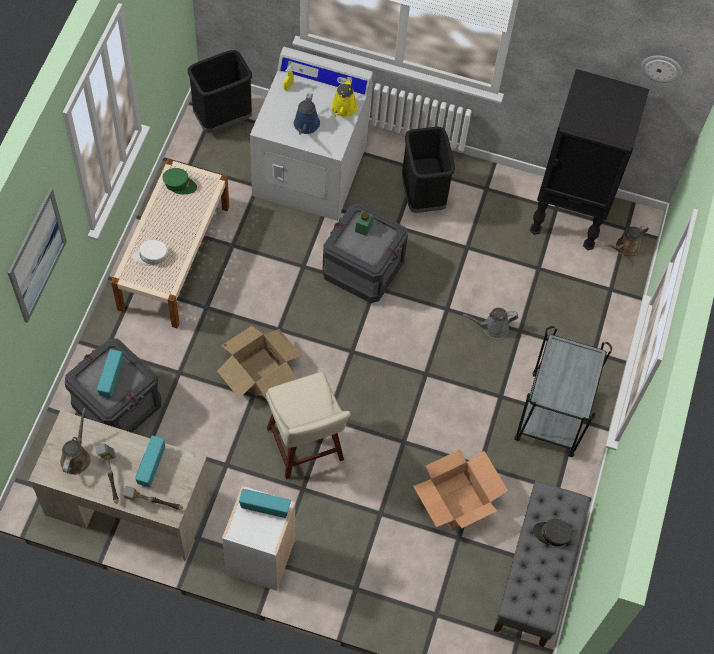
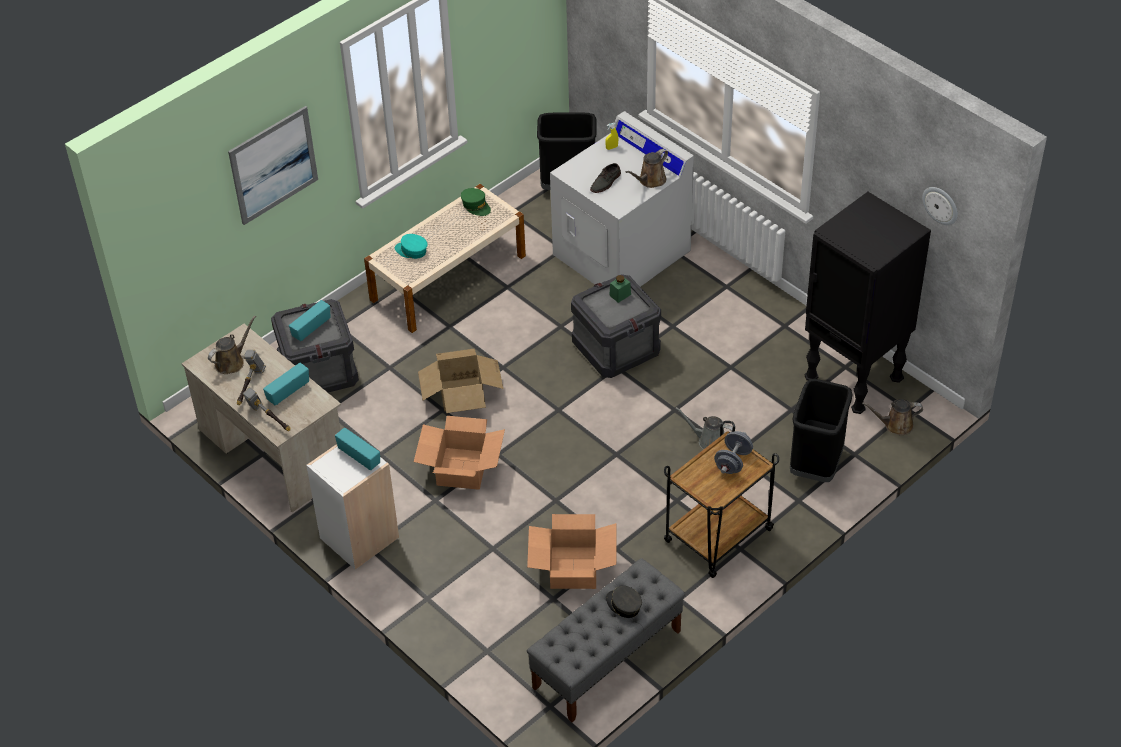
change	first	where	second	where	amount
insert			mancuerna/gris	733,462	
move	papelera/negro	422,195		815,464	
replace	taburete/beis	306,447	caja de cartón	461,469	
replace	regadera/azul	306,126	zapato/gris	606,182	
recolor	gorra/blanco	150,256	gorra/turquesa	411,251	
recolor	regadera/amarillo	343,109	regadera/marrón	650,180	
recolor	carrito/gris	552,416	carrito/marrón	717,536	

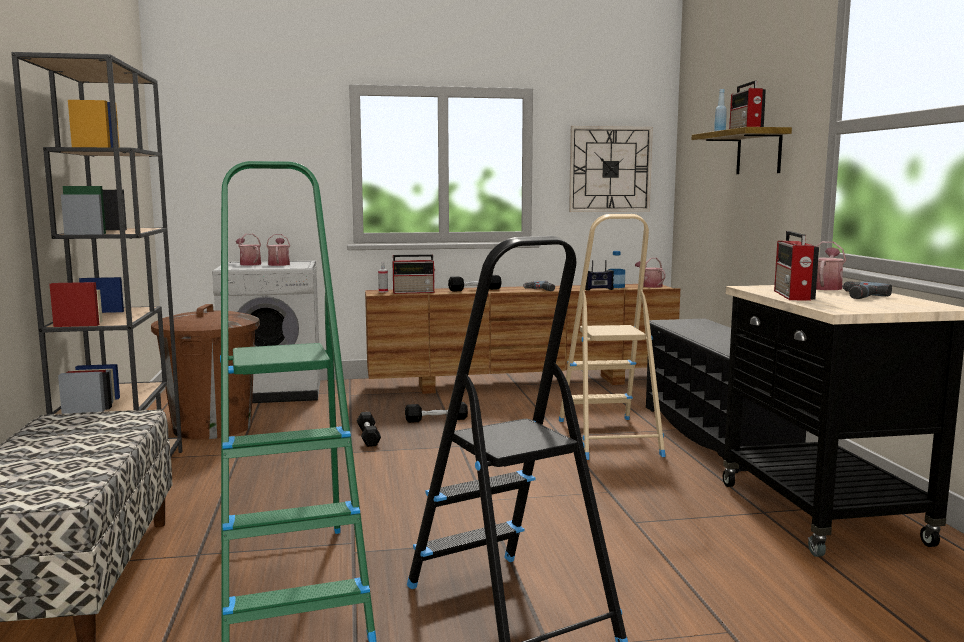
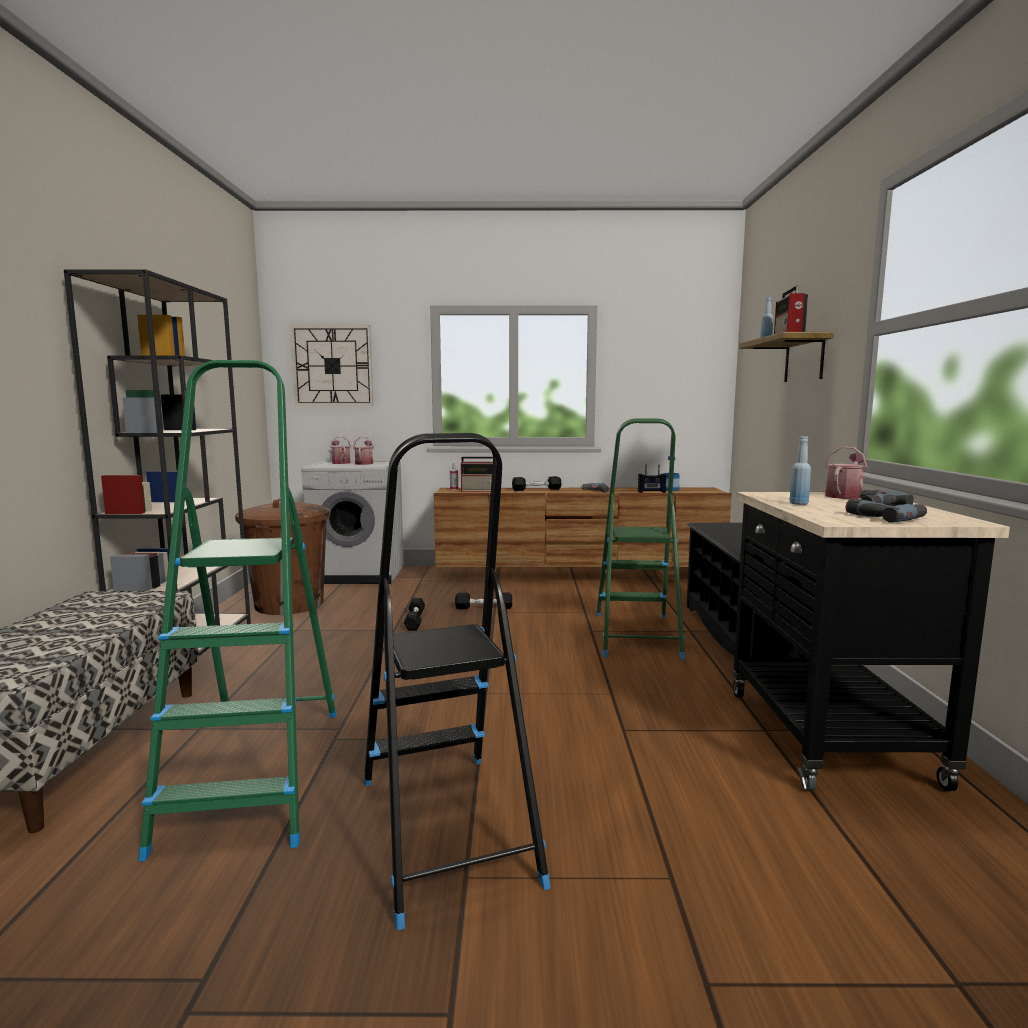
change	first	where	second	where	amount
delete	regadera	650,286			
insert			taladro	884,517	
move	reloj de pared	610,169		332,366	
replace	radio	793,295	botella/azul	798,503	
recolor	escalera de tijera/beis	607,436	escalera de tijera/verde	636,634	

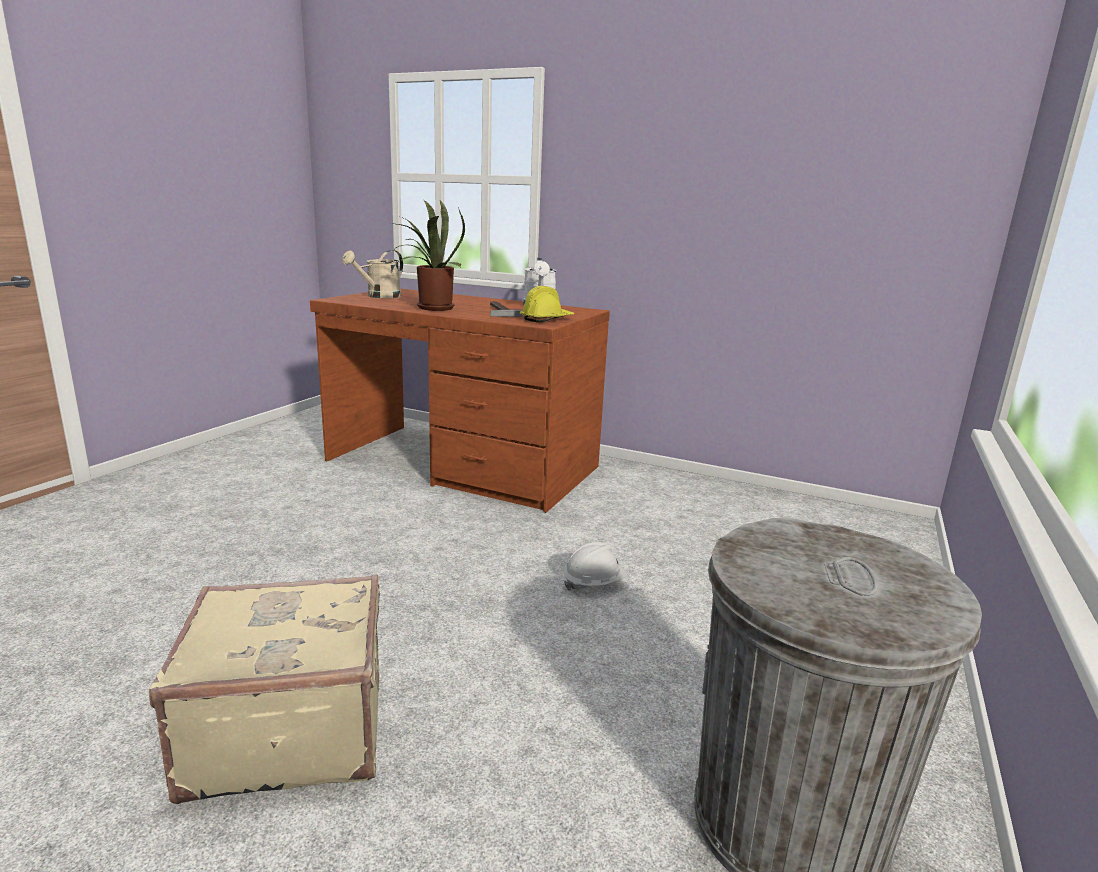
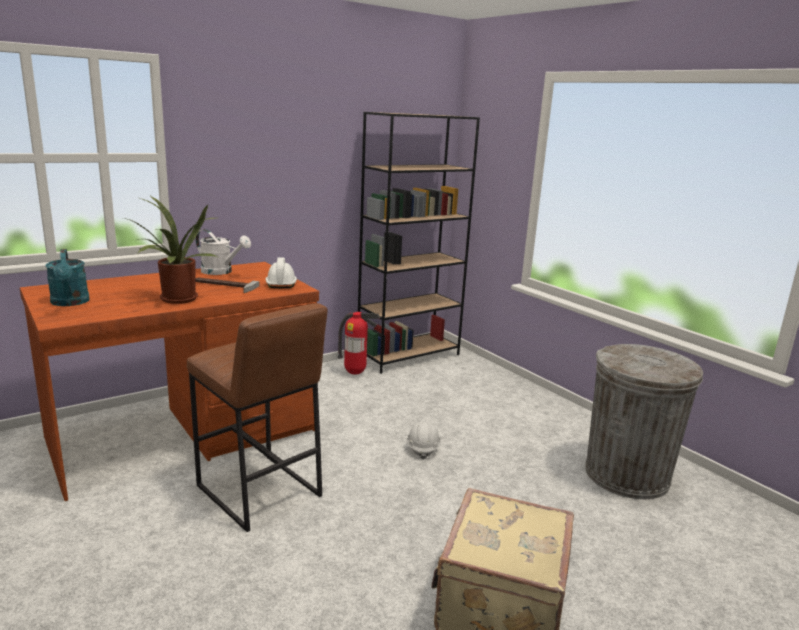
change	first	where	second	where	amount
insert			taburete/marrón	260,491	
insert			extintor	355,373	
insert			estantería/beis	408,356	
recolor	regadera/beis	379,296	regadera/turquesa	70,303	
recolor	casco/amarillo	546,319	casco/blanco	281,283	

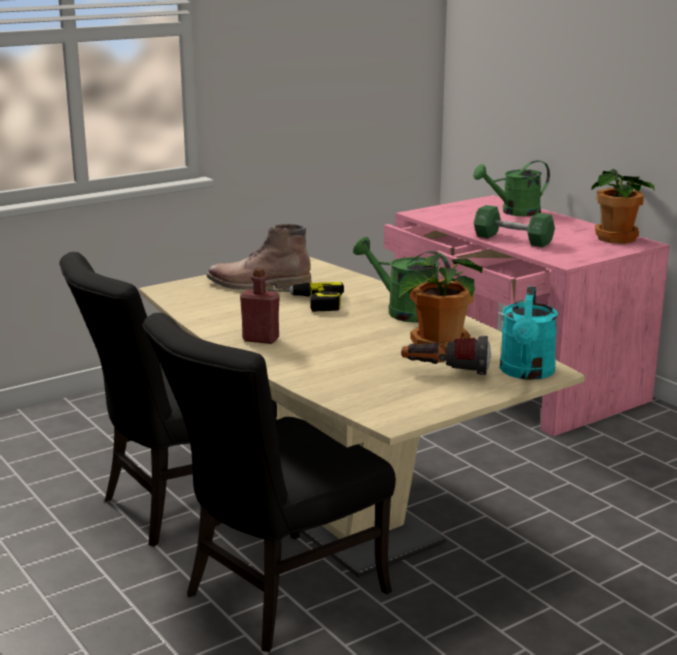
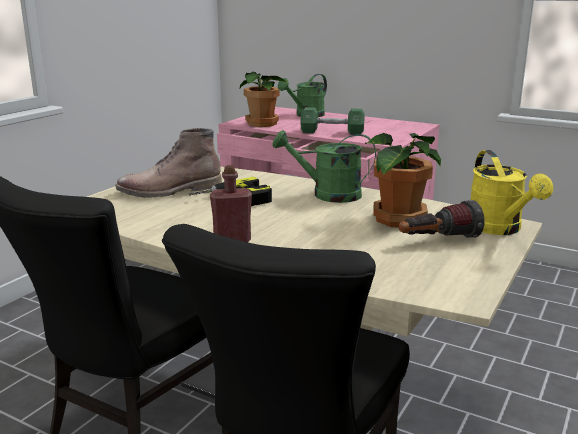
change	first	where	second	where	amount
move	planta en maceta	617,238		263,123	
recolor	regadera/turquesa	526,373	regadera/amarillo	499,229	

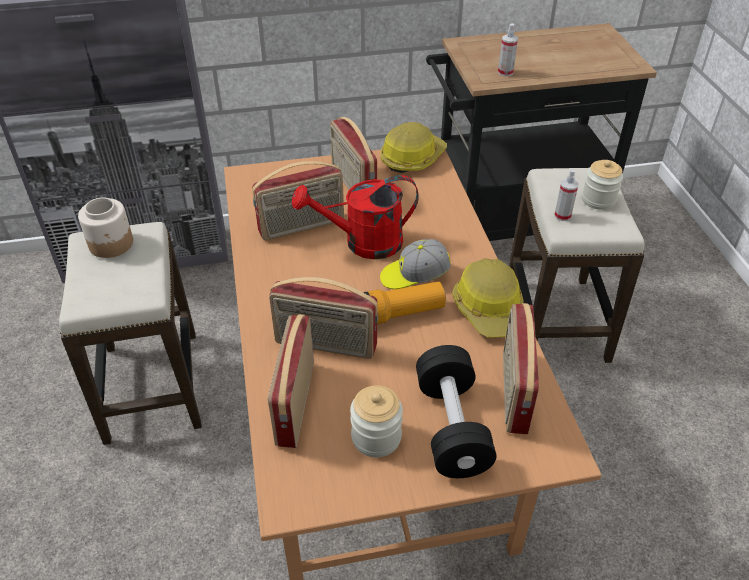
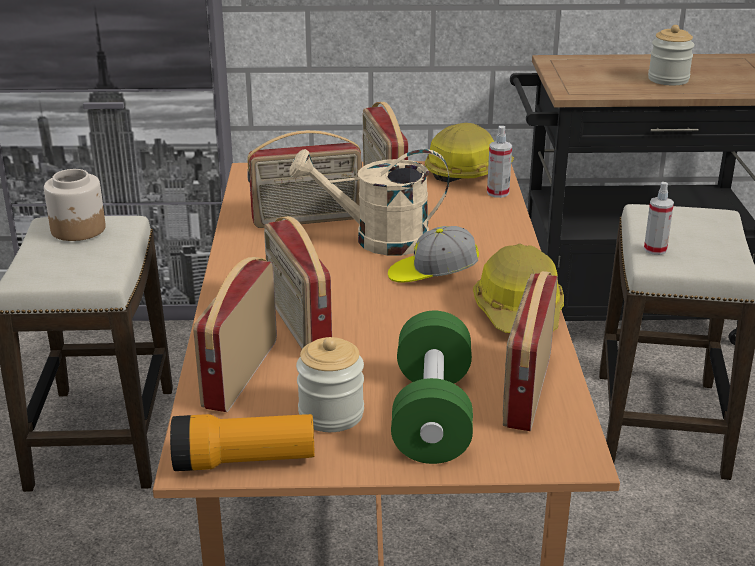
change	first	where	second	where	amount
move	linterna	399,314		244,461	
move	pulverizador	505,72		498,193	
move	tarro	598,200		668,79	
recolor	regadera/rojo	363,243	regadera/beis	378,240	
recolor	mancuerna/negro	451,427	mancuerna/verde	432,415	
rotate	radio	325,345		297,326	45 degrees clockwise

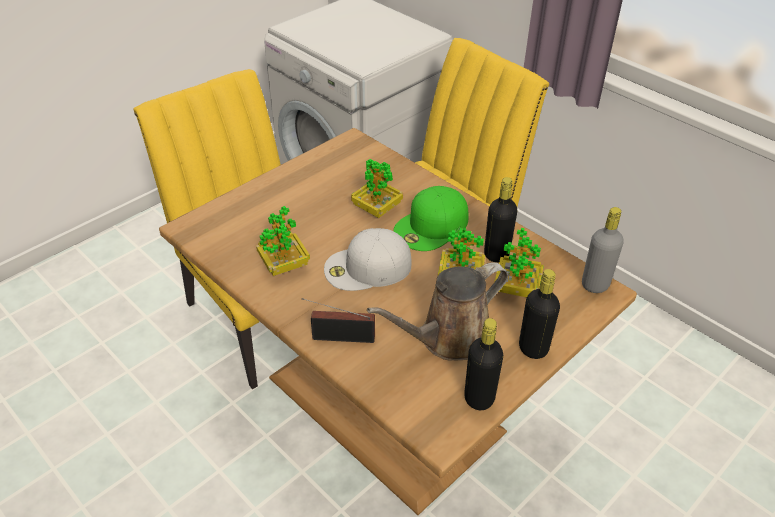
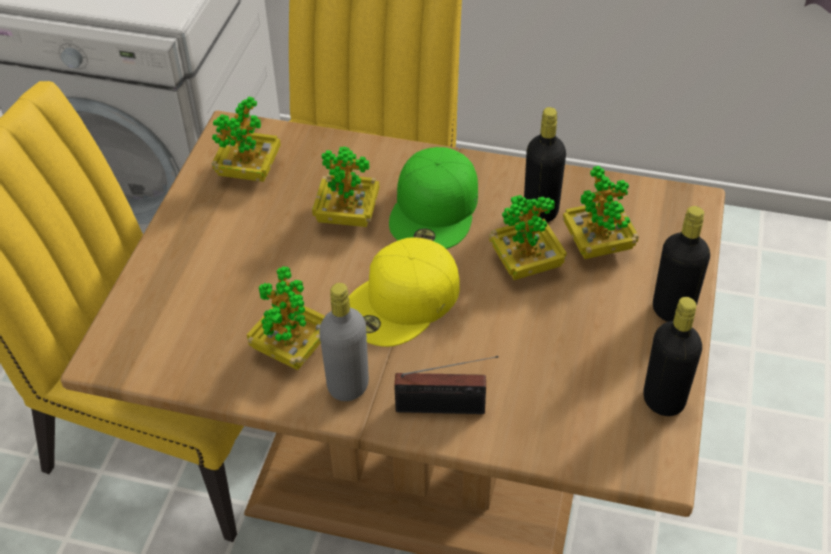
change	first	where	second	where	amount
delete	regadera/marrón	449,338			
insert			planta en maceta	249,171	
move	botella/gris	595,285		348,386	
recolor	gorra/blanco	367,268	gorra/amarillo	402,301	
rotate	radio	340,337		445,408	150 degrees counterclockwise

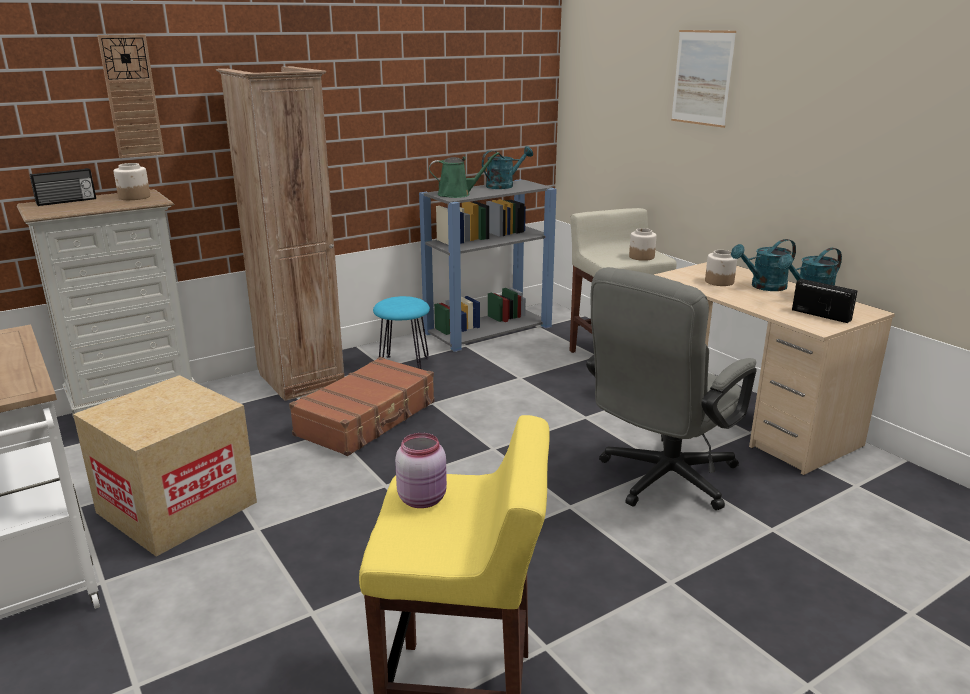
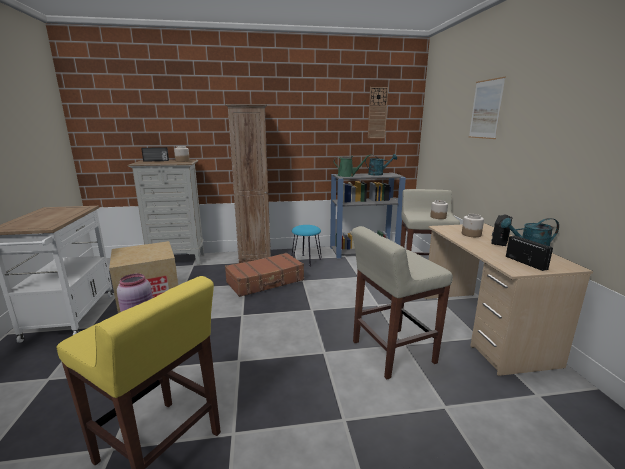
change	first	where	second	where	amount
move	reloj de pared	131,97		377,113	
replace	silla de oficina/gris	660,481	taburete/beis	391,352	
replace	regadera/turquesa	763,287	radio	500,241	

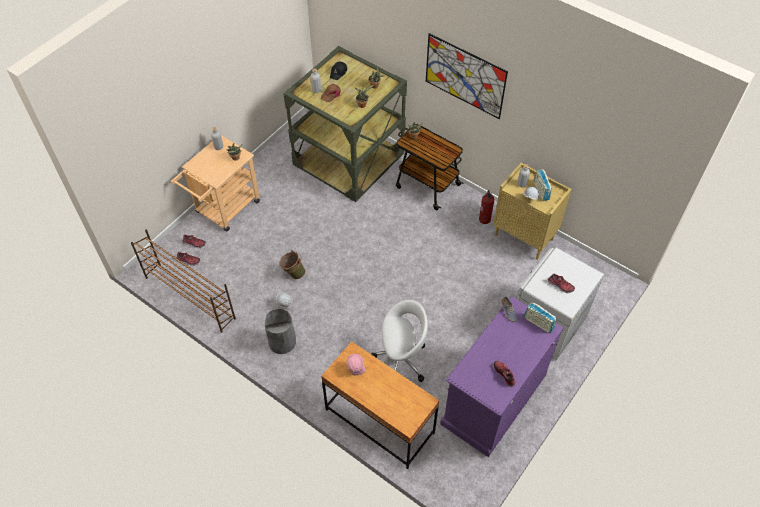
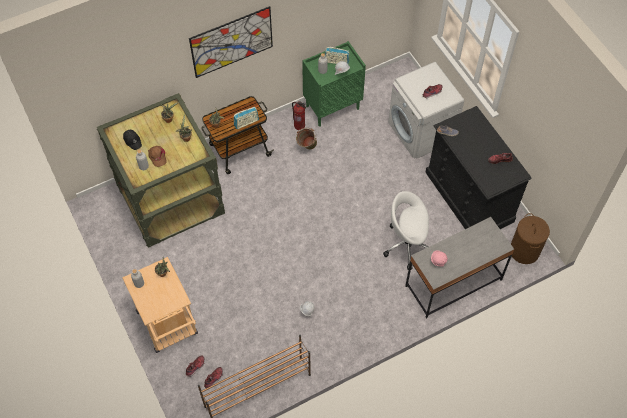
change	first	where	second	where	amount
delete	papelera/gris	282,342			
insert			cesto de la ropa/marrón	524,250	
move	cubo/verde	293,273		306,147	
move	radio	538,323		246,123	
recolor	escritorio/marrón	379,421	escritorio/gris	453,283	
recolor	cómoda/morado	493,399	cómoda/negro	469,197	
recolor	armario/beis	524,237	armario/verde	333,107	
rotate	silla de oficina/blanco	401,360		406,244	105 degrees counterclockwise

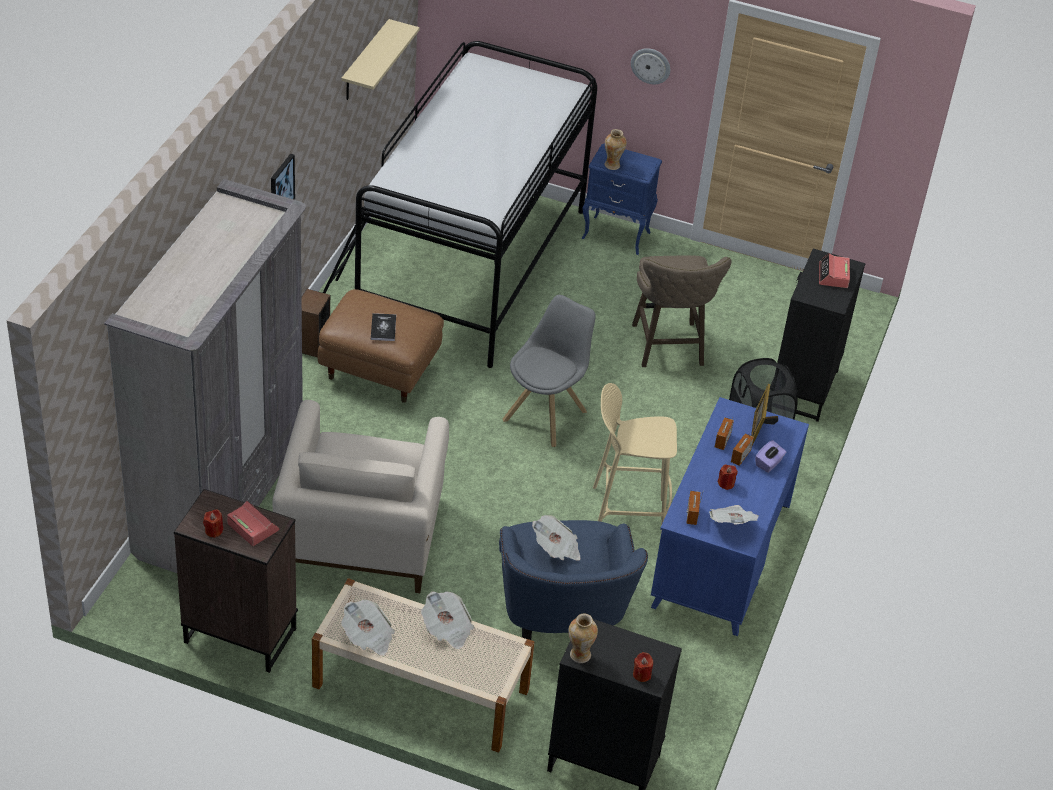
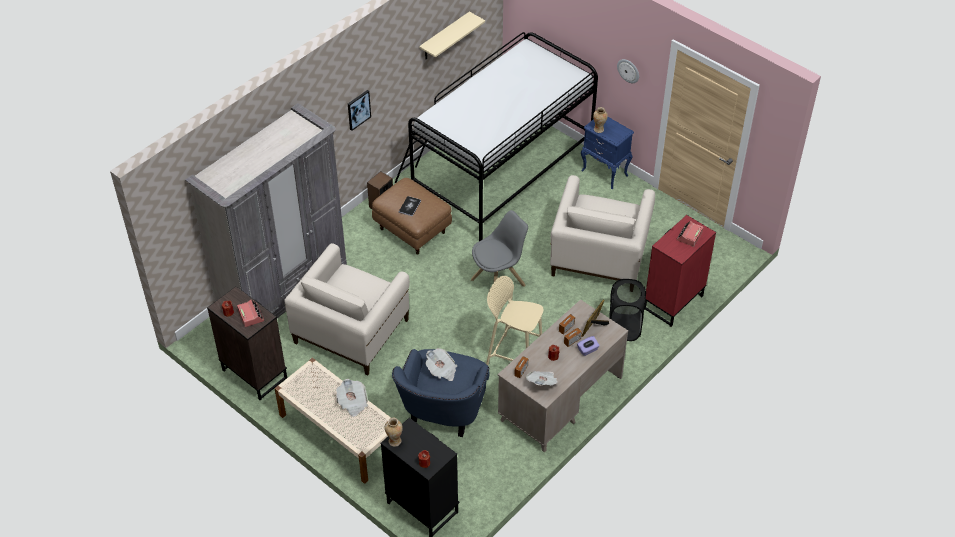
change	first	where	second	where	amount
delete	periódico	368,637			
replace	taburete/beis	668,348	sillón/beis	599,255	
recolor	escritorio/azul	721,558	escritorio/beis	560,400	
recolor	cómoda/negro	802,389	cómoda/rojo	672,303	

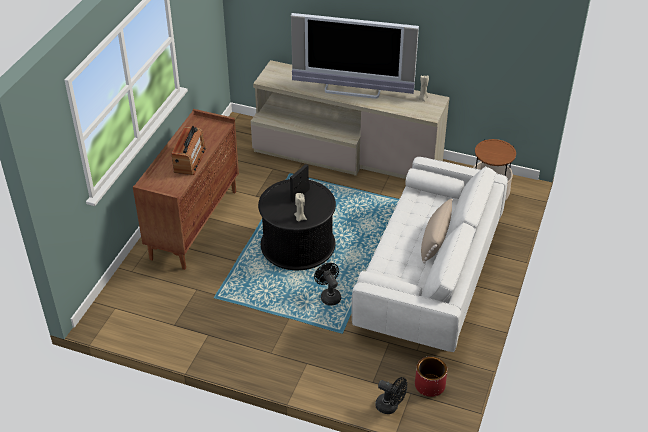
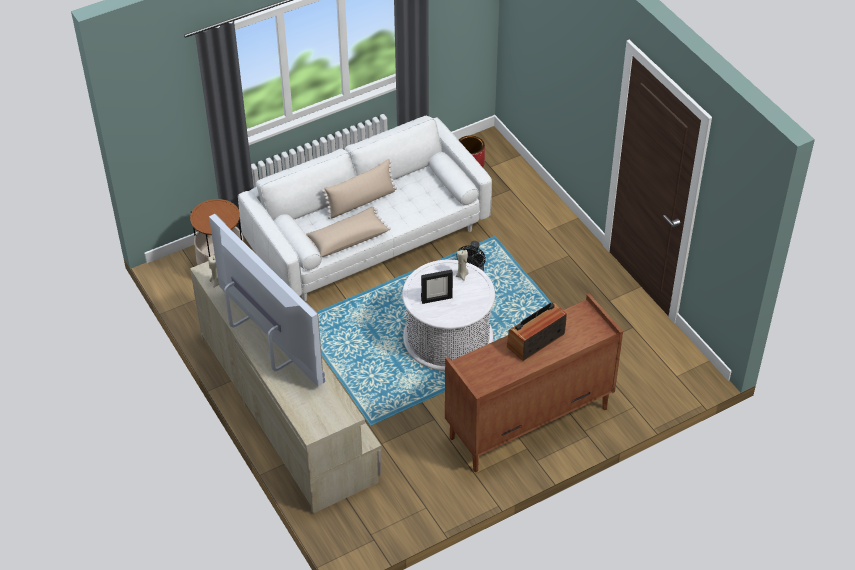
change	first	where	second	where	amount
delete	ventilador/negro	390,406			
insert			cojín/beis	347,239	
recolor	mesa de centro/negro	298,244	mesa de centro/blanco	448,337	

